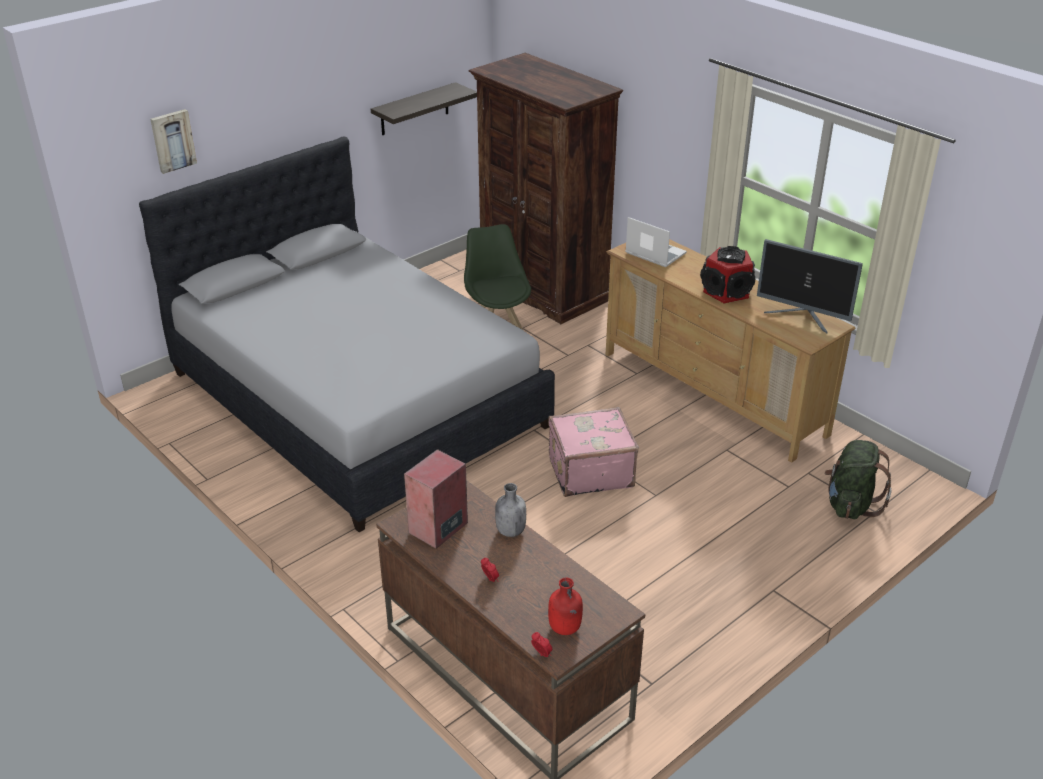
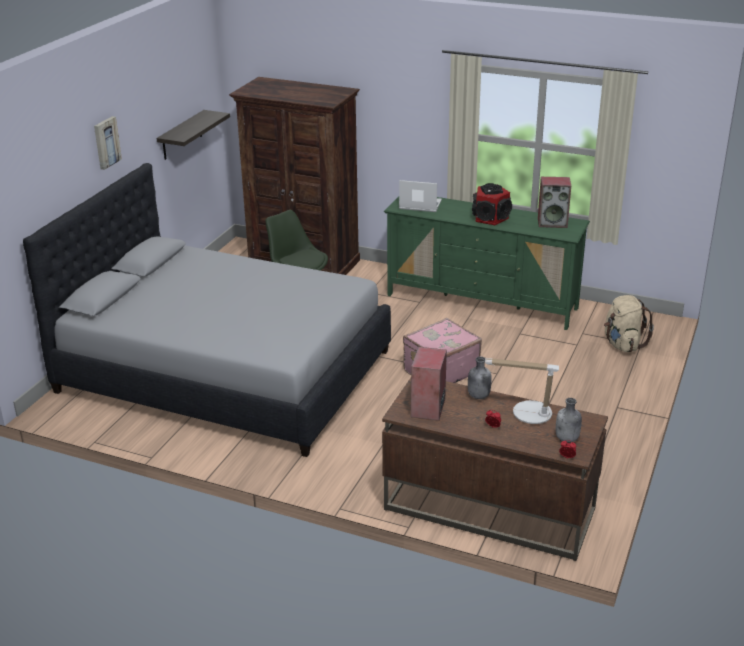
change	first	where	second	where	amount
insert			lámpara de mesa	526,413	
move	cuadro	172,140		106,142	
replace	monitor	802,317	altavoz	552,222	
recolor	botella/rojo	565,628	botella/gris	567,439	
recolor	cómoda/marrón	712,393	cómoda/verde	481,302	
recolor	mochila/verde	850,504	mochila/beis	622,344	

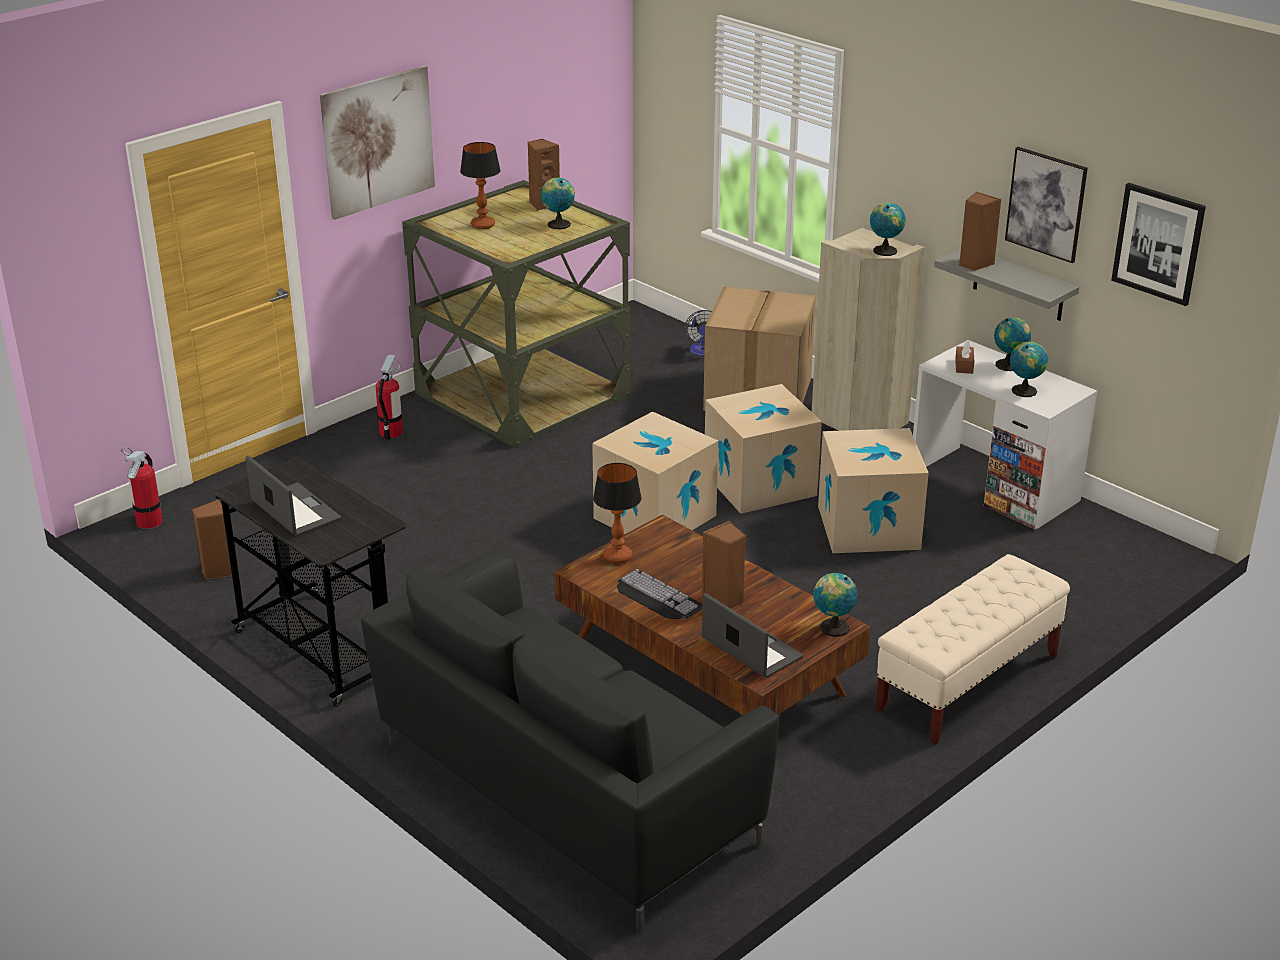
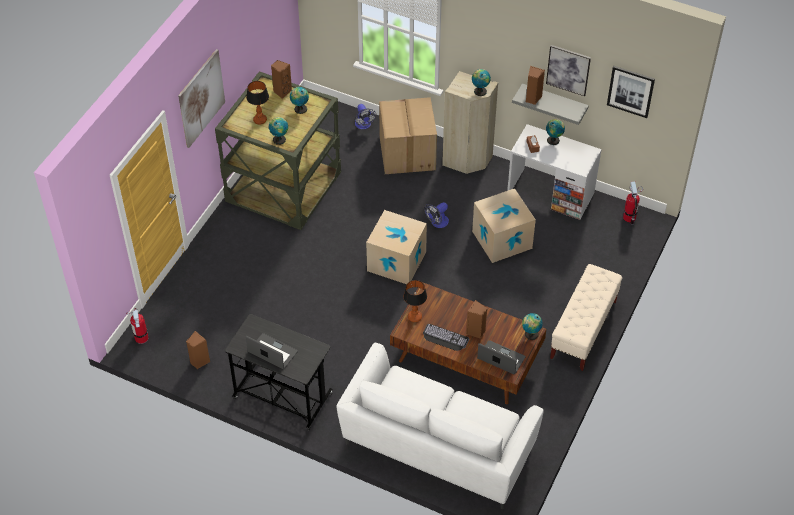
change	first	where	second	where	amount
move	extintor	391,432		629,217	
move	globo terráqueo	1025,390		279,139	
replace	caja de cartón	759,484	ventilador	437,223	
recolor	sofá/negro	564,794	sofá/blanco	437,447	

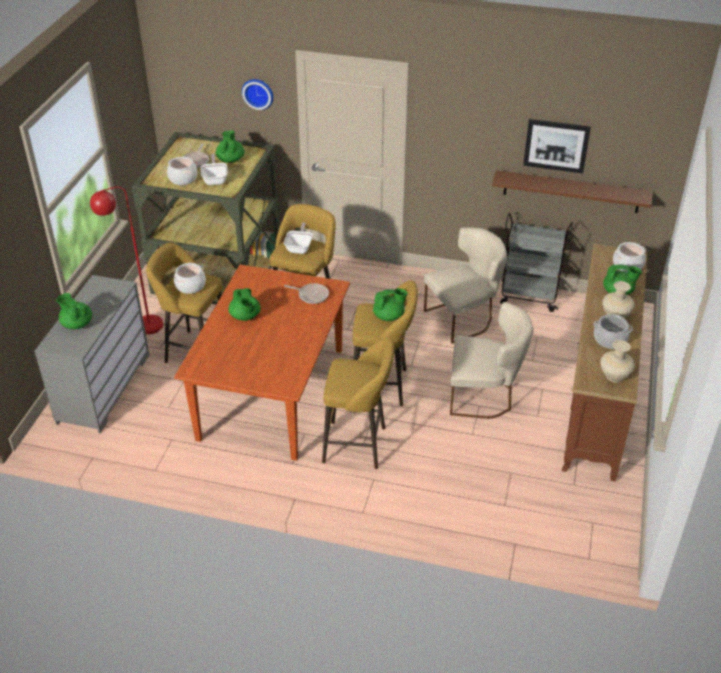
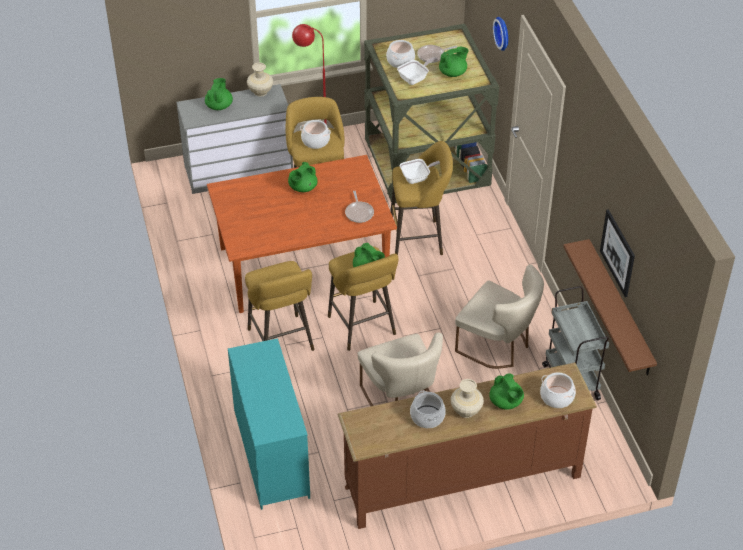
change	first	where	second	where	amount
insert			cómoda/turquesa	270,454	
move	florero/beis	614,376		261,92	

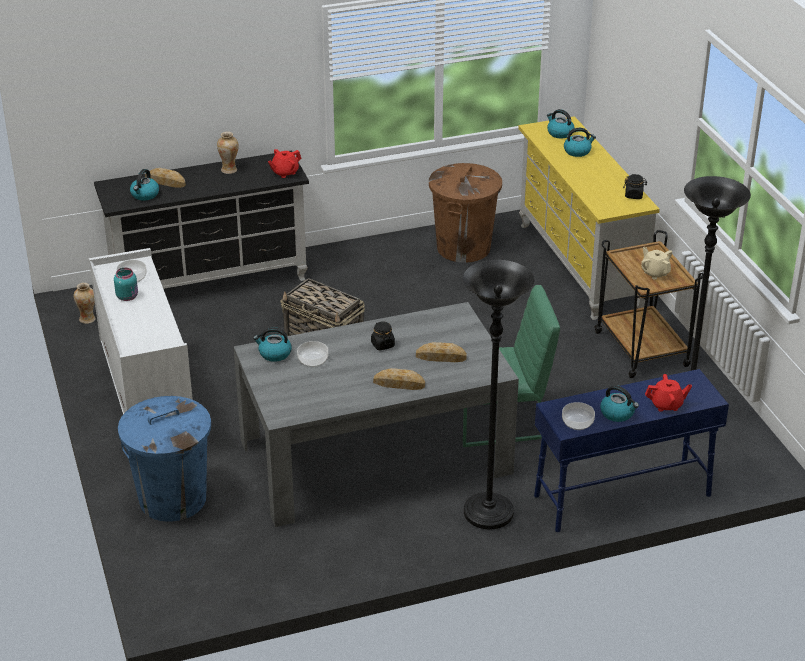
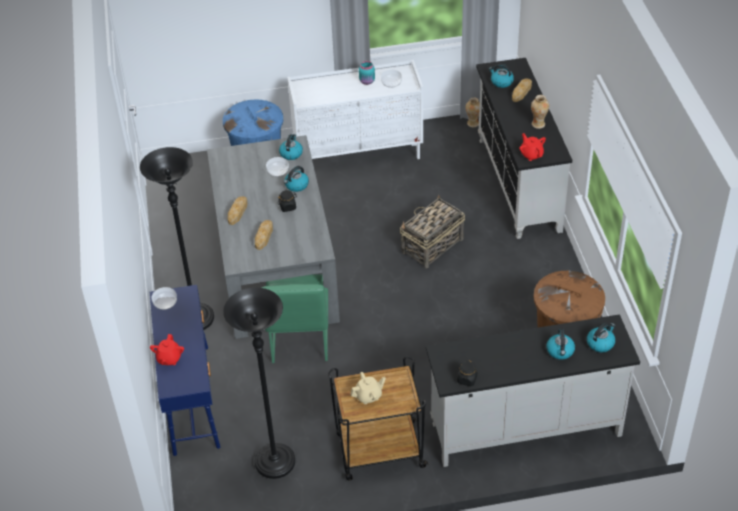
change	first	where	second	where	amount
move	hervidor	617,413		296,185	
recolor	cómoda/amarillo	579,267	cómoda/negro	524,428	

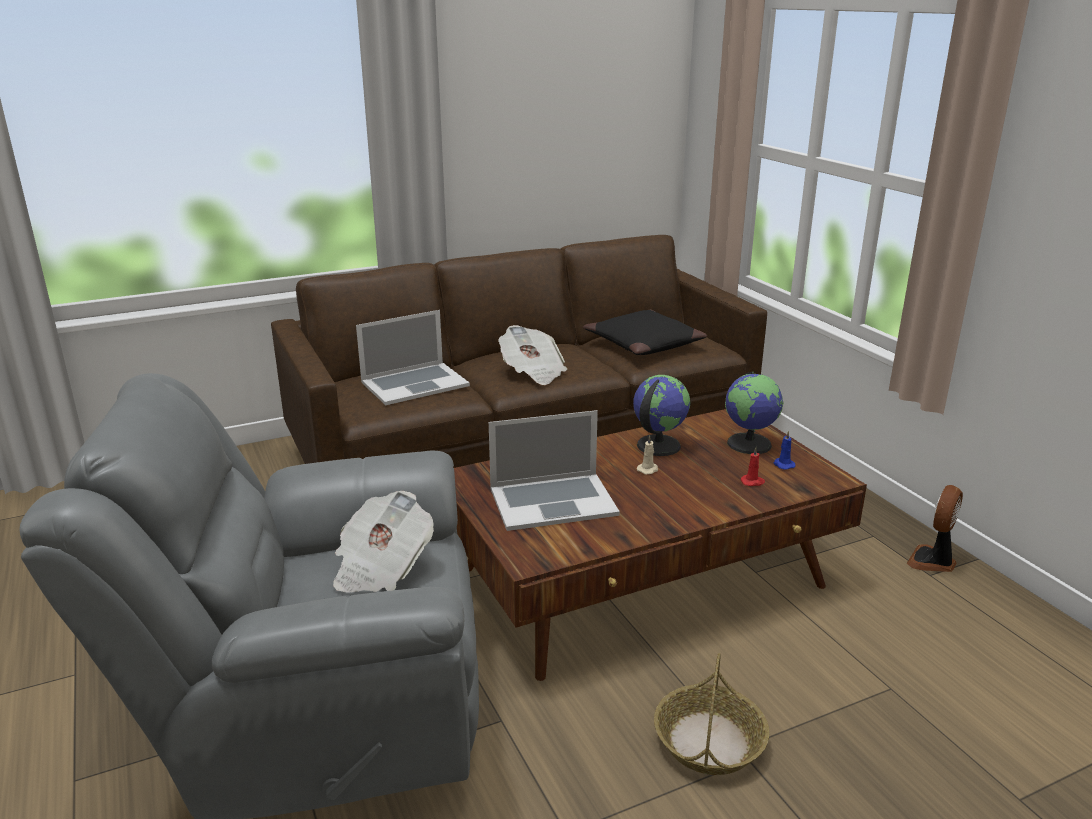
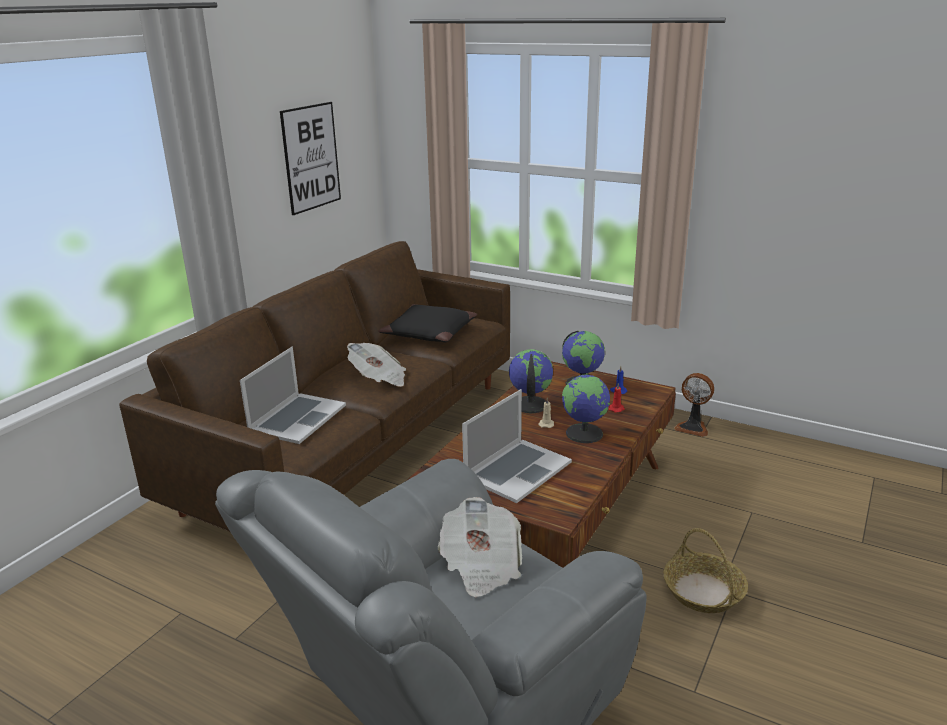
change	first	where	second	where	amount
insert			cuadro	311,157	
insert			globo terráqueo	585,433	
rotate	ventilador	932,561		693,427	60 degrees counterclockwise

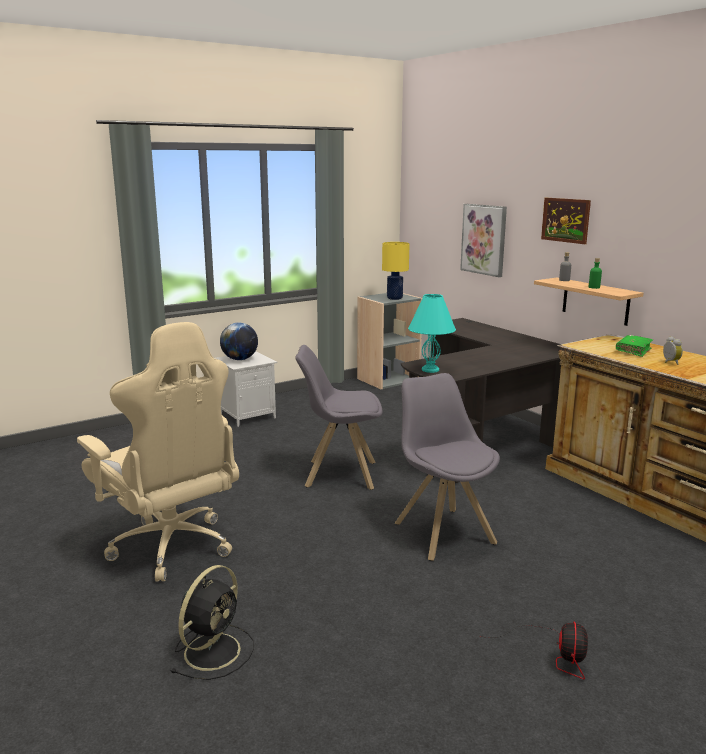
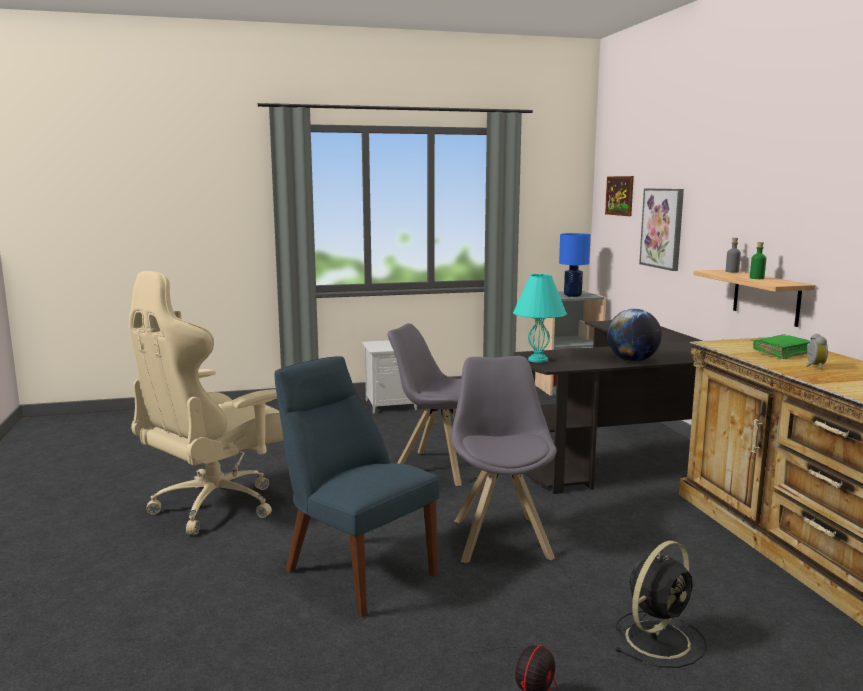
change	first	where	second	where	amount
insert			silla/azul	355,570	
move	ventilador/negro	214,650		659,638	
move	globo terráqueo	240,359		632,360	
move	cuadro	565,220		619,195	
recolor	lámpara de mesa/amarillo	394,299	lámpara de mesa/azul	572,296	
rotate	silla de oficina/beis	167,544		222,503	60 degrees clockwise

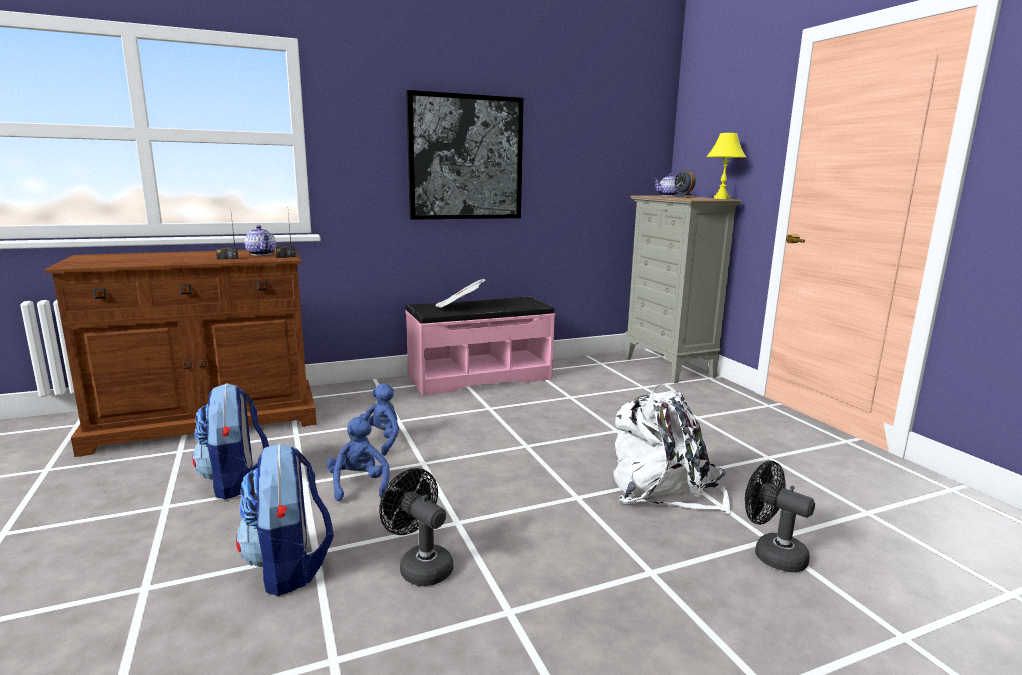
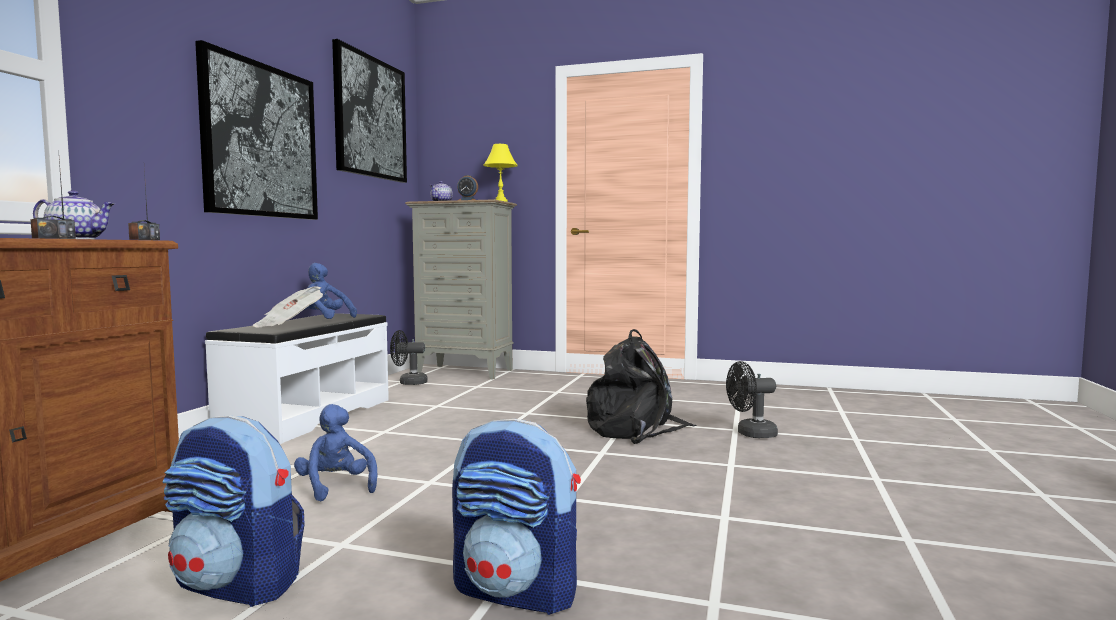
change	first	where	second	where	amount
insert			cuadro	370,117	
move	peluche/azul	359,485		324,318	
move	ventilador/negro	420,566		408,382	
recolor	banco/rosa	479,377	banco/blanco	308,416	
recolor	mochila/blanco	664,489	mochila/negro	636,429	

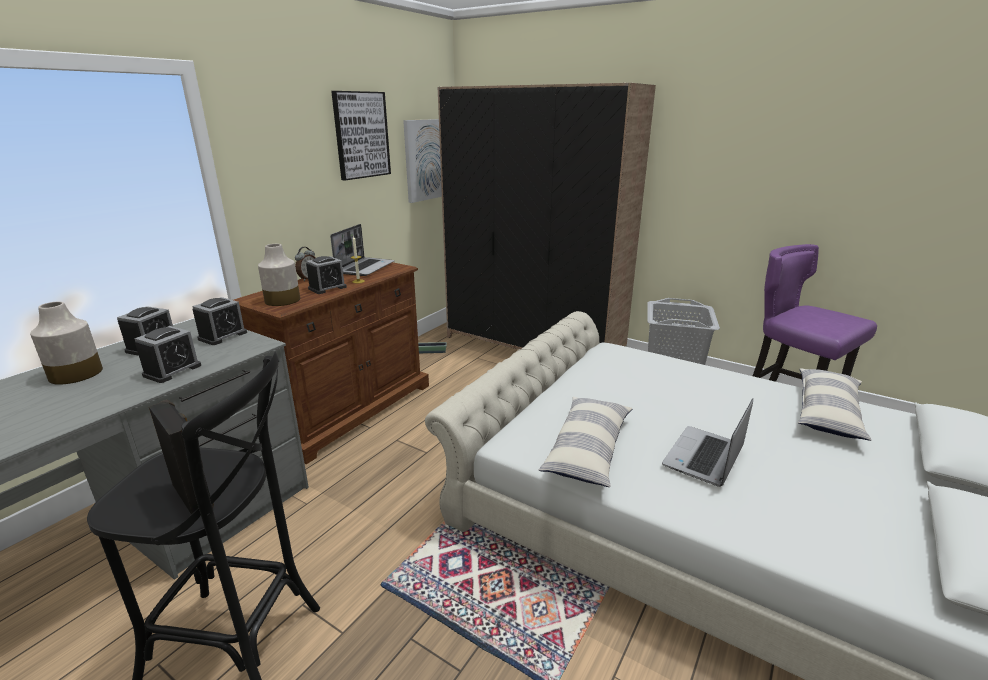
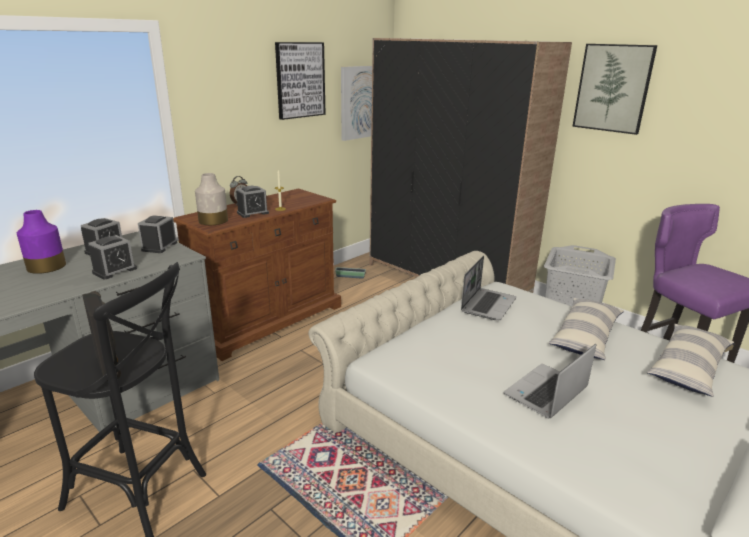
change	first	where	second	where	amount
insert			cuadro	613,88	
move	portátil	365,267		488,305	
move	cojín	588,450		585,337	
recolor	florero/beis	75,373	florero/morado	46,266	
rotate	despertador	223,336		159,246	150 degrees clockwise

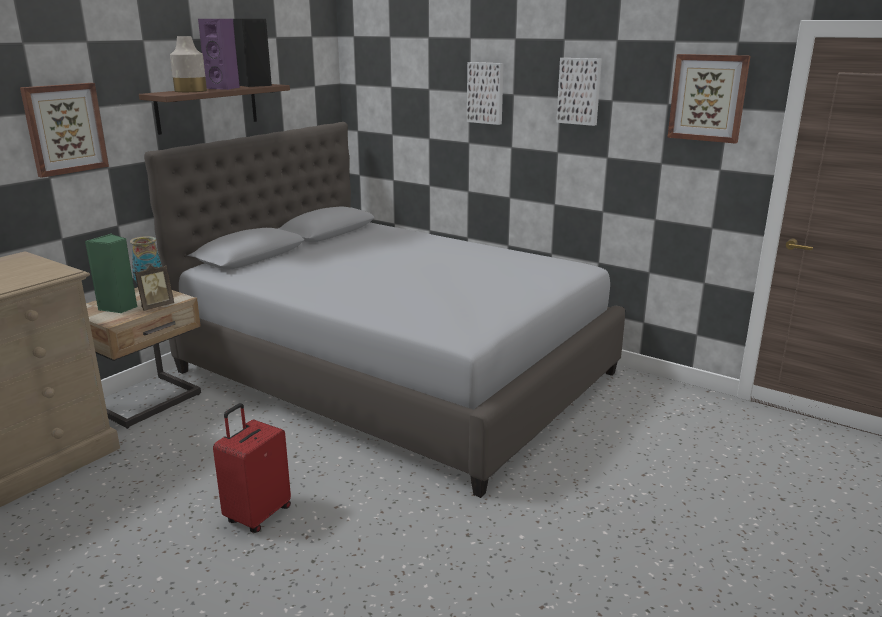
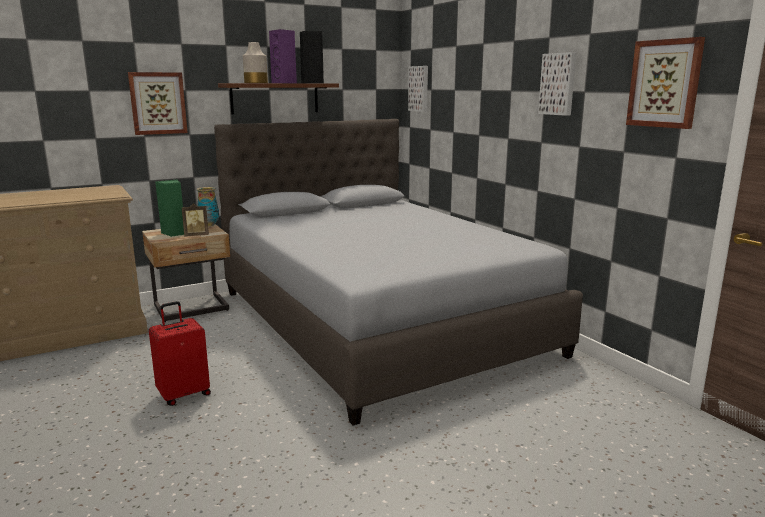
change	first	where	second	where	amount
move	cuadro	486,93		419,88	

